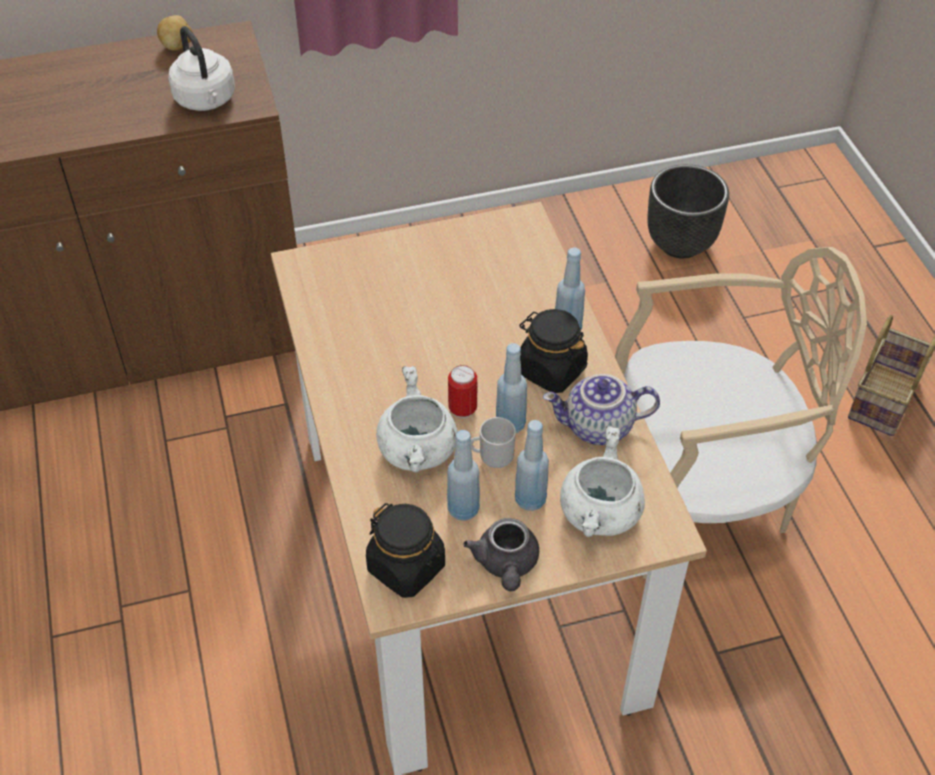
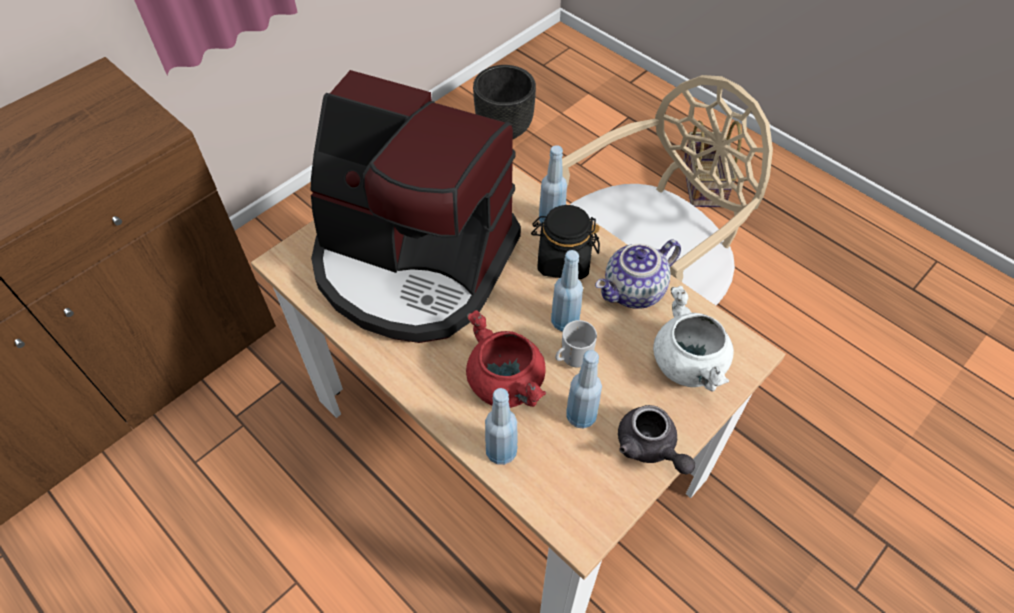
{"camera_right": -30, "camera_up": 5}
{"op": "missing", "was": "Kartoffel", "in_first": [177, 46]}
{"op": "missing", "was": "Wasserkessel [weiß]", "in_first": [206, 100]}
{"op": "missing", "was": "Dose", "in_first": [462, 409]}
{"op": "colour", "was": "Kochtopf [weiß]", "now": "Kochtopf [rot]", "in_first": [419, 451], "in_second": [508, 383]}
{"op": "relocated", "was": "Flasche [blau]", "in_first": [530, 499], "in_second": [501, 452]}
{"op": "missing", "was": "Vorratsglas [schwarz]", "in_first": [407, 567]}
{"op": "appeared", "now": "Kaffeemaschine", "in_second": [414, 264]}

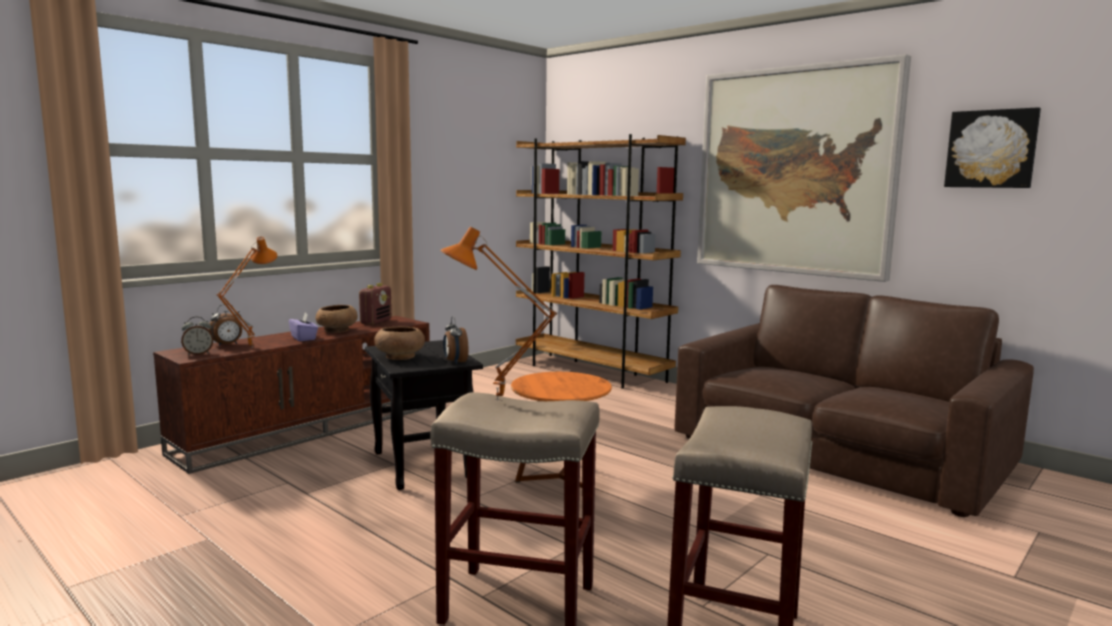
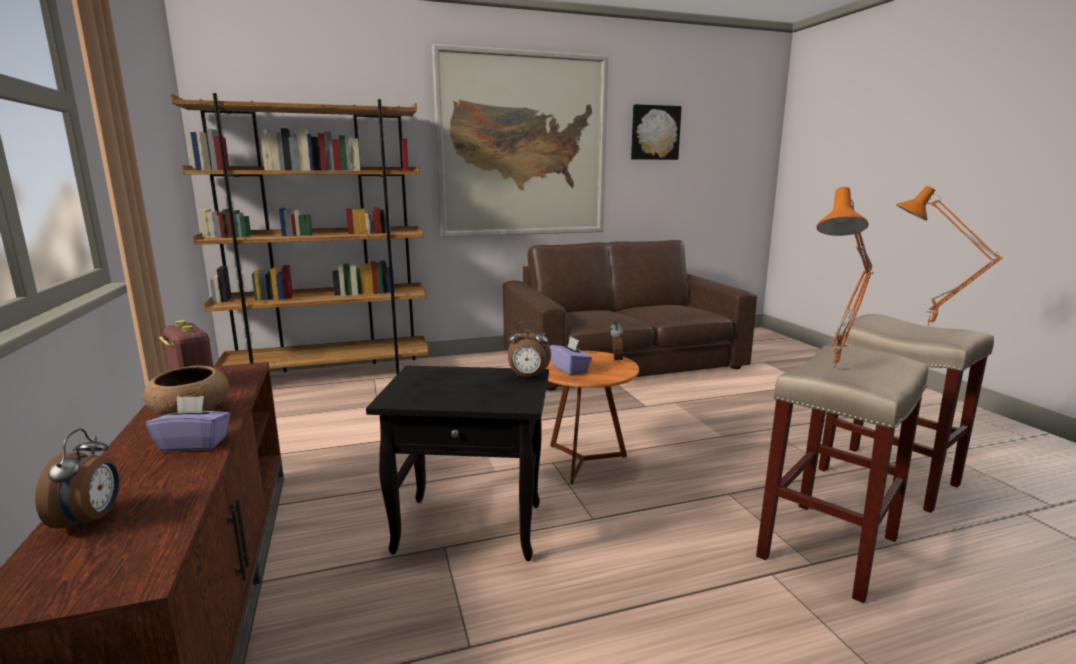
{"camera_right": -60, "camera_up": 5}
{"op": "relocated", "was": "Tischlampe [orange]", "in_first": [250, 348], "in_second": [928, 326]}
{"op": "relocated", "was": "Wecker", "in_first": [198, 354], "in_second": [615, 359]}
{"op": "missing", "was": "Schüssel [braun]", "in_first": [400, 357]}
{"op": "appeared", "now": "Taschentuchbox [lila]", "in_second": [570, 369]}

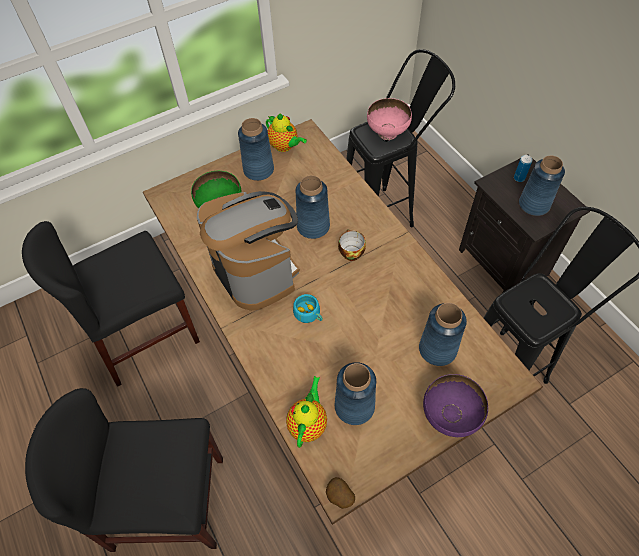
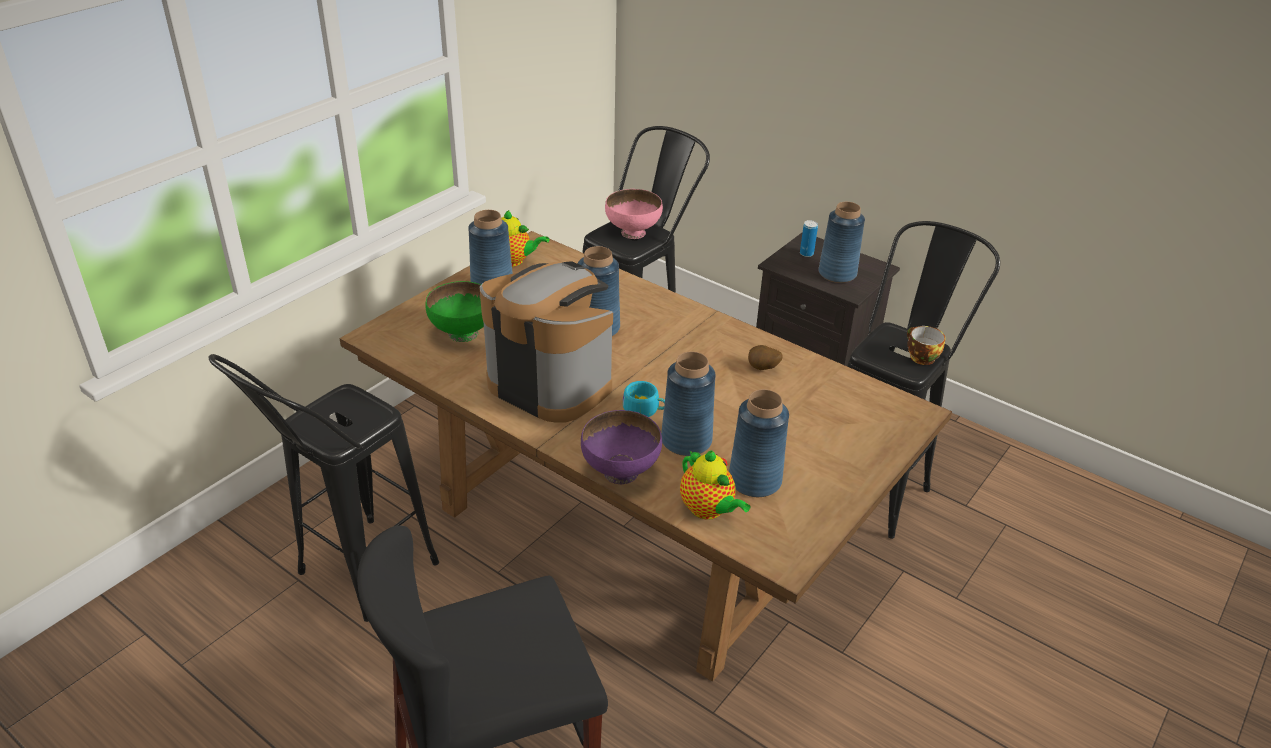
{"camera_right": -25, "camera_up": -20}
{"op": "exchanged", "was": "Stuhl [schwarz]", "now": "Hocker [schwarz]", "in_first": [145, 335], "in_second": [352, 581]}
{"op": "relocated", "was": "Tasse", "in_first": [350, 252], "in_second": [920, 357]}
{"op": "relocated", "was": "Vase [blau]", "in_first": [437, 349], "in_second": [686, 440]}
{"op": "relocated", "was": "Schüssel [lila]", "in_first": [450, 416], "in_second": [621, 471]}
{"op": "spun", "was": "Teekanne", "in_first": [308, 423], "in_second": [708, 510], "clockwise": 150}
{"op": "relocated", "was": "Kartoffel", "in_first": [339, 497], "in_second": [762, 369]}

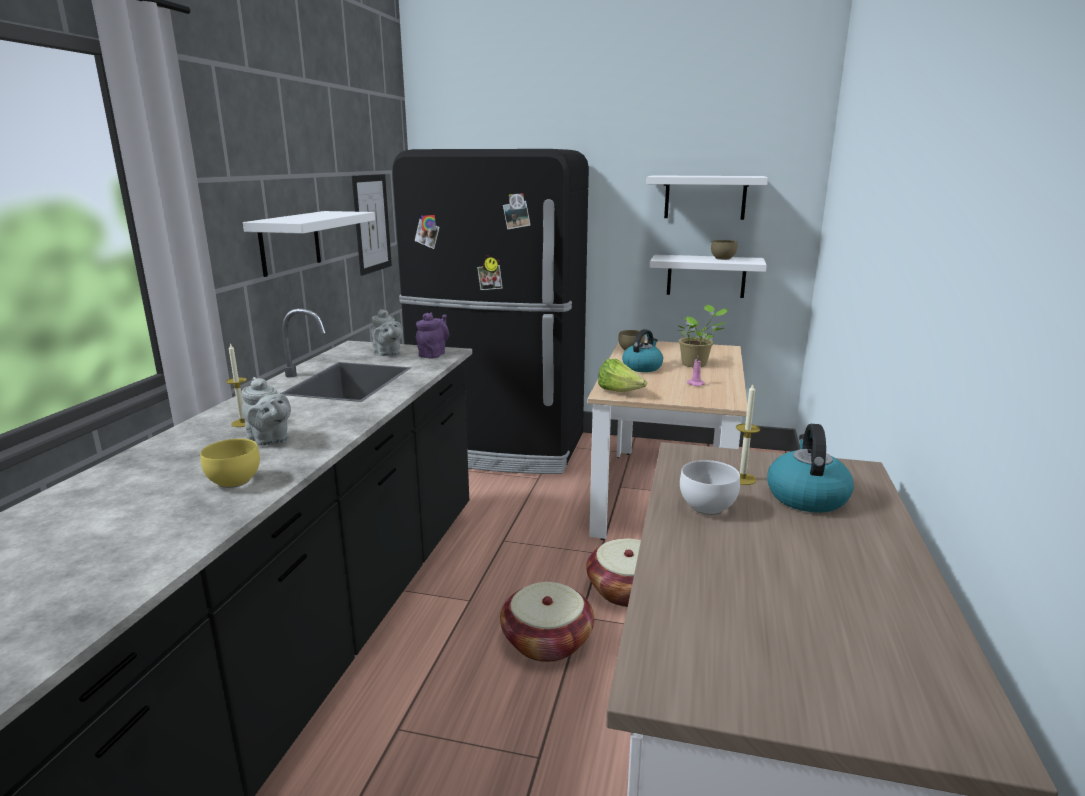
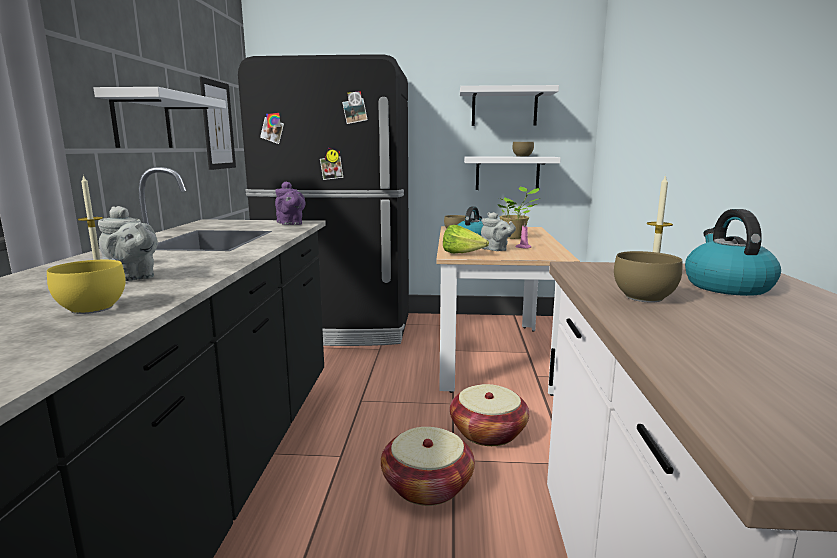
{"camera_right": -10, "camera_up": -5}
{"op": "relocated", "was": "Teekanne [grau]", "in_first": [387, 353], "in_second": [495, 250]}
{"op": "spun", "was": "Teekanne [lila]", "in_first": [433, 354], "in_second": [290, 224], "clockwise": 135}
{"op": "colour", "was": "Schüssel [weiß]", "now": "Schüssel [braun]", "in_first": [709, 507], "in_second": [646, 297]}

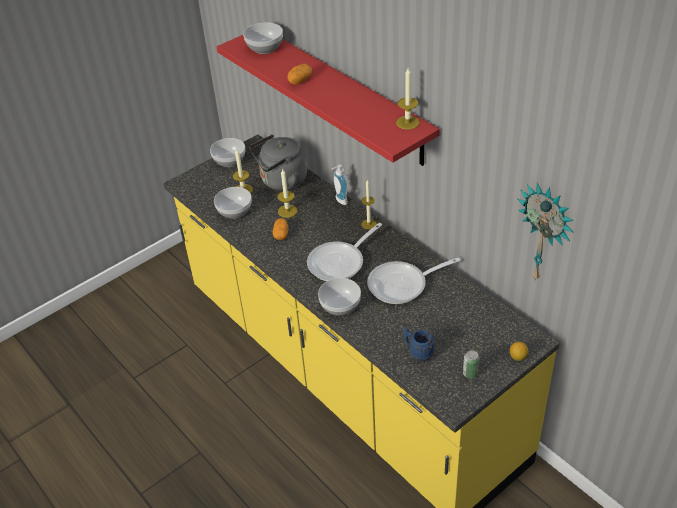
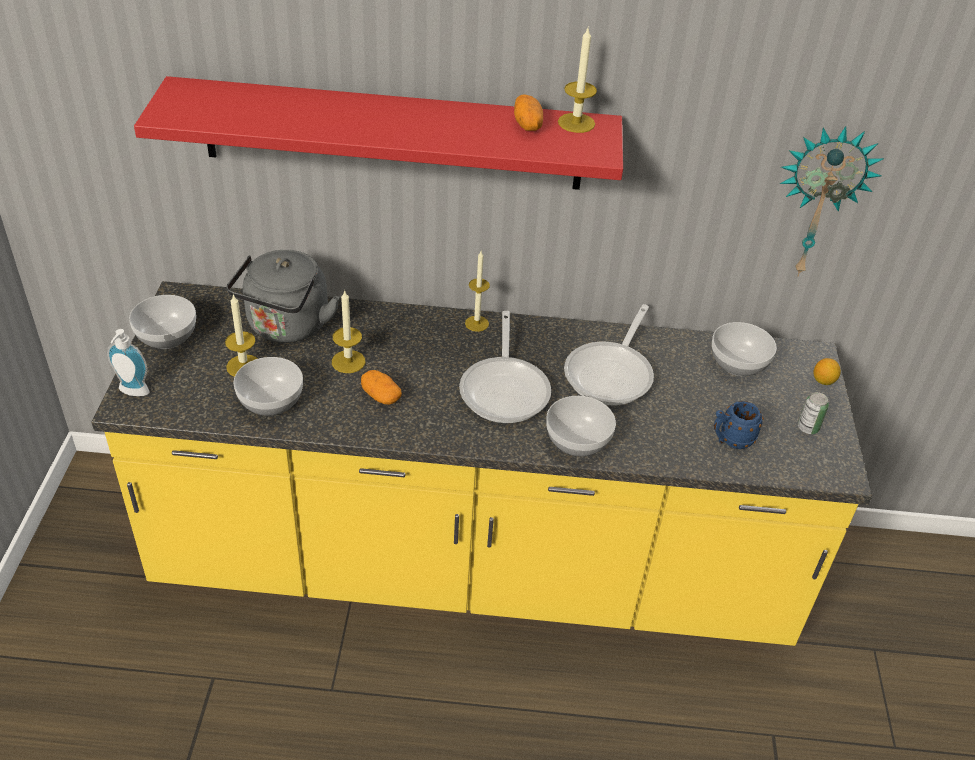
{"camera_right": -50, "camera_up": 0}
{"op": "relocated", "was": "Schüssel", "in_first": [265, 48], "in_second": [739, 364]}
{"op": "relocated", "was": "Kartoffel", "in_first": [300, 80], "in_second": [527, 124]}
{"op": "relocated", "was": "Seifenspender", "in_first": [339, 201], "in_second": [132, 393]}

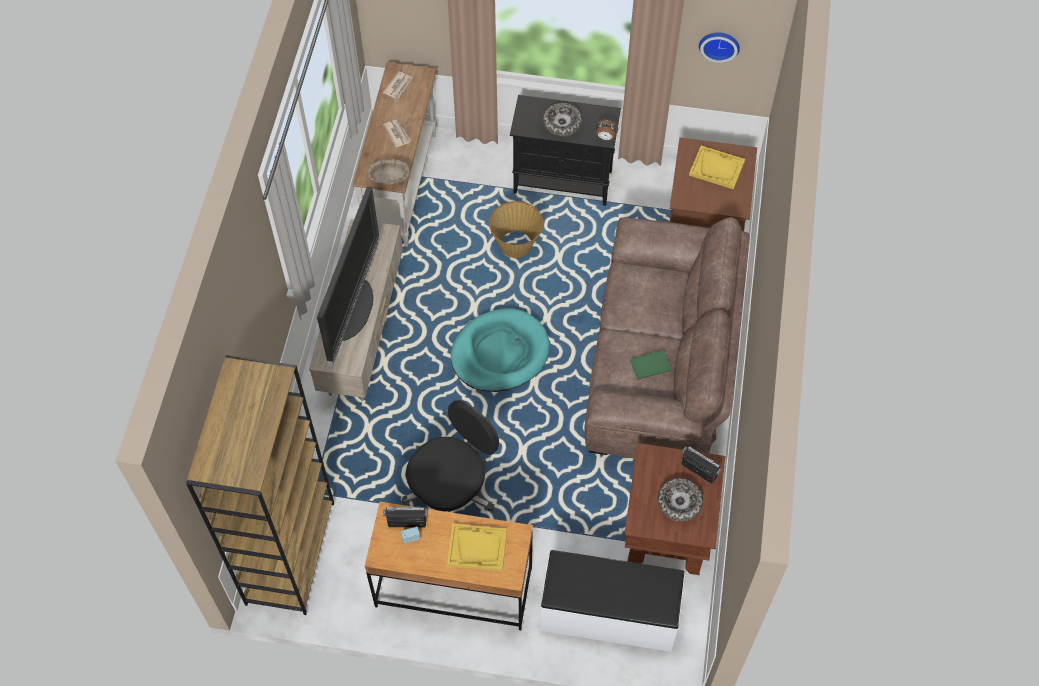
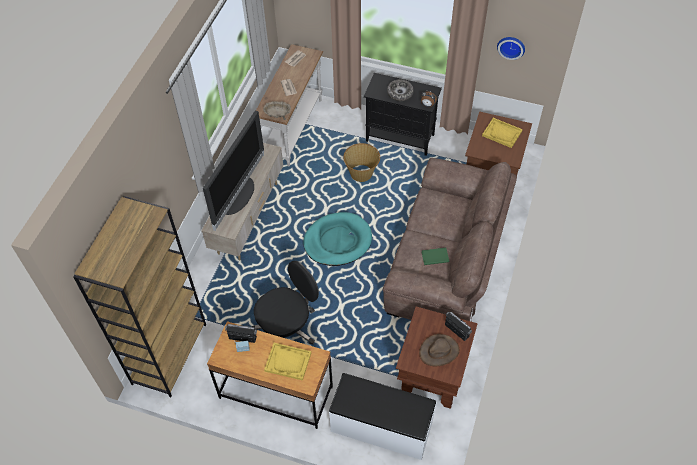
{"camera_right": 10, "camera_up": -5}
{"op": "exchanged", "was": "Schüssel", "now": "Hut [braun]", "in_first": [679, 502], "in_second": [439, 351]}

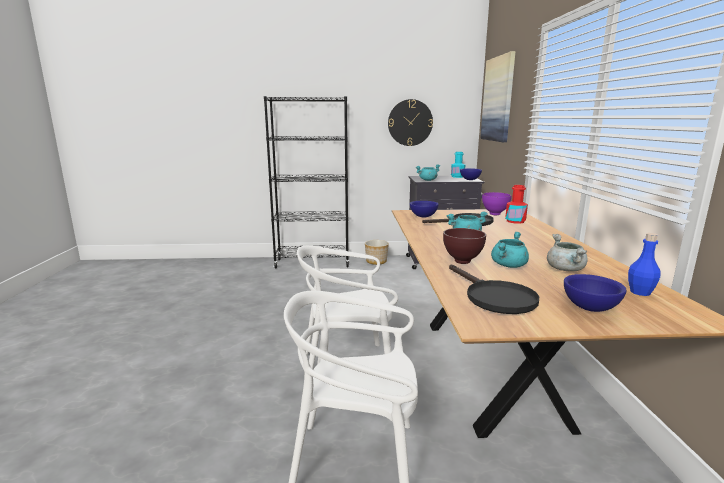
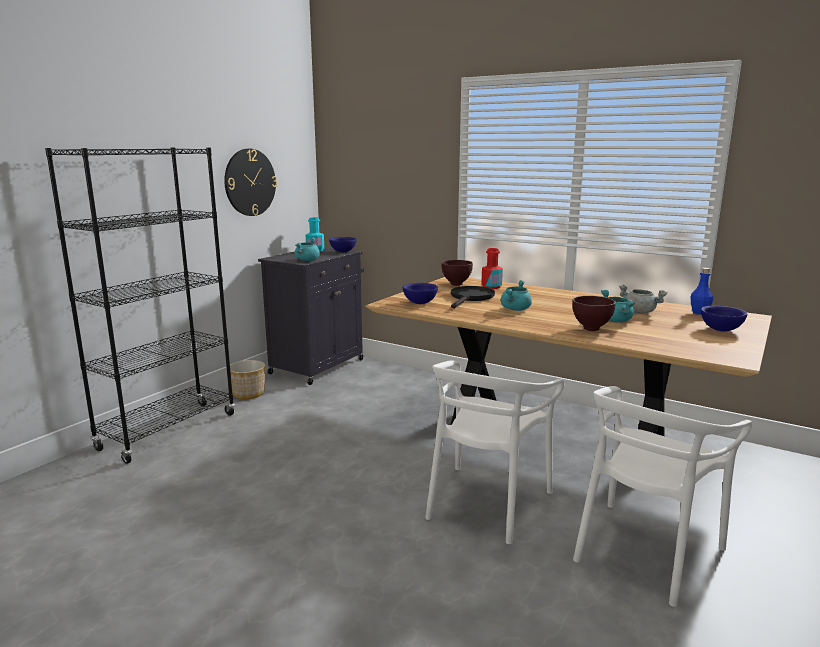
{"camera_right": -55, "camera_up": 0}
{"op": "missing", "was": "Bild", "in_first": [498, 99]}
{"op": "colour", "was": "Schüssel [lila]", "now": "Schüssel [braun]", "in_first": [494, 214], "in_second": [456, 285]}
{"op": "missing", "was": "Pfanne [schwarz]", "in_first": [494, 297]}

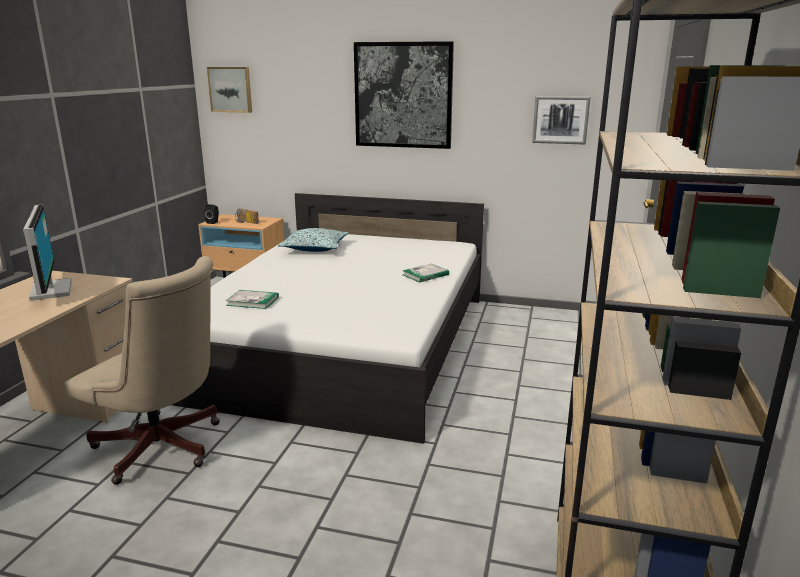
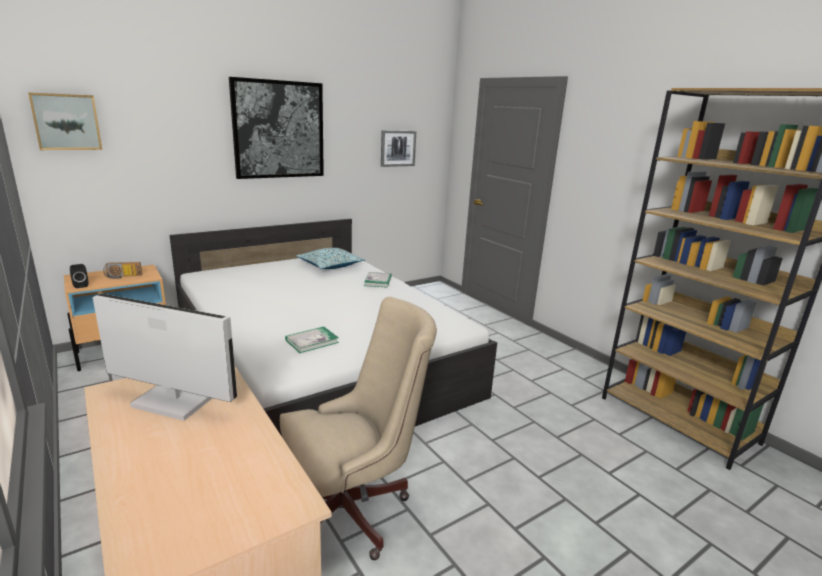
{"camera_right": -50, "camera_up": 0}
{"op": "relocated", "was": "Kissen", "in_first": [315, 248], "in_second": [330, 265]}

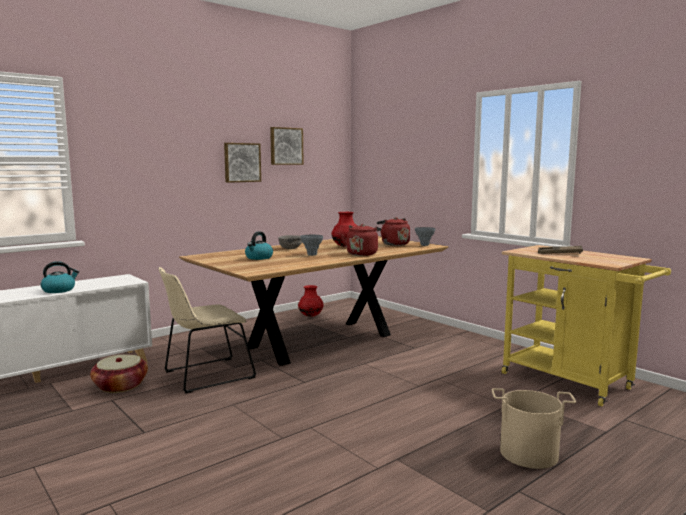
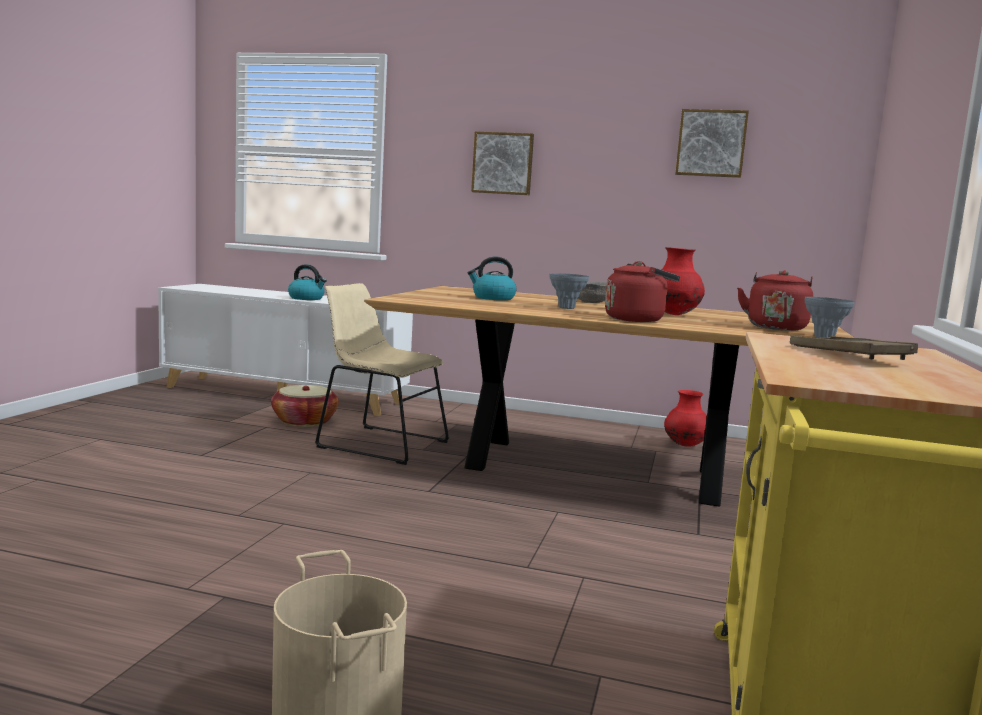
{"camera_right": 55, "camera_up": 0}
{"op": "relocated", "was": "Bild", "in_first": [242, 162], "in_second": [503, 163]}

